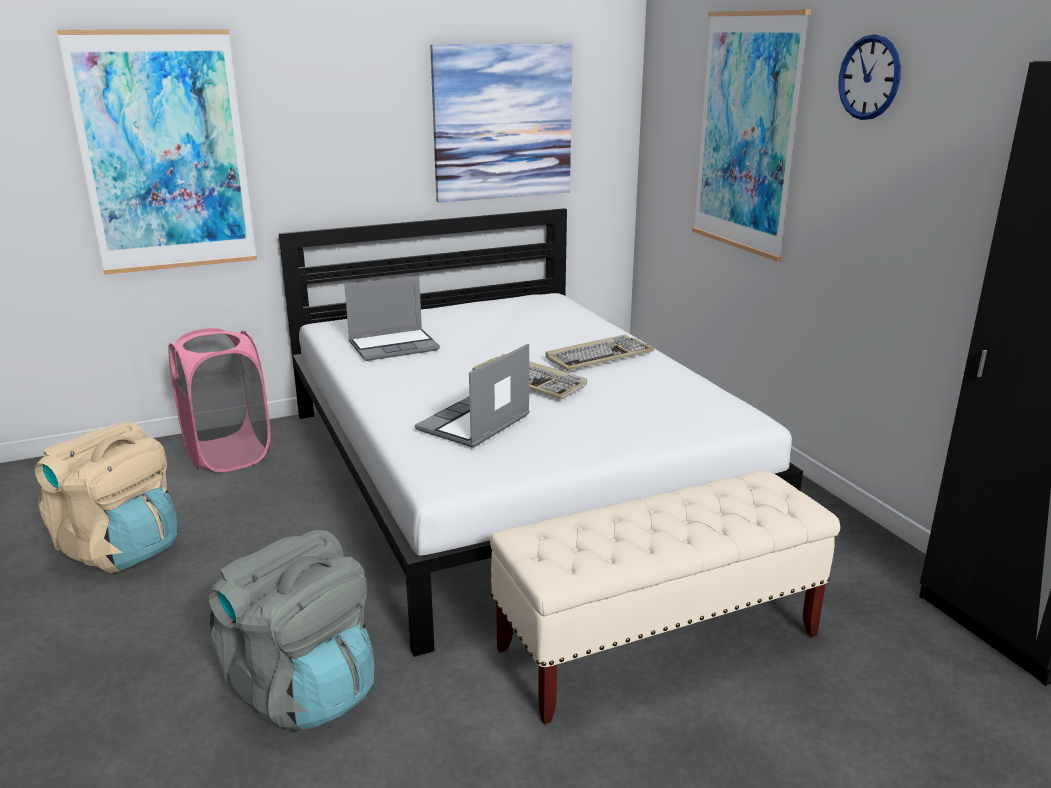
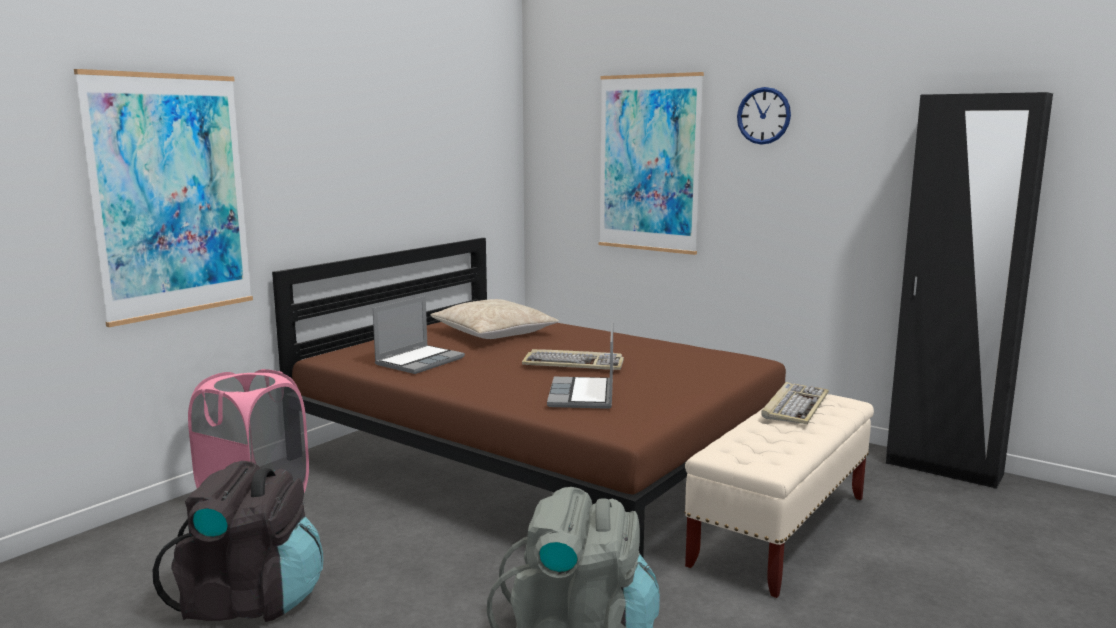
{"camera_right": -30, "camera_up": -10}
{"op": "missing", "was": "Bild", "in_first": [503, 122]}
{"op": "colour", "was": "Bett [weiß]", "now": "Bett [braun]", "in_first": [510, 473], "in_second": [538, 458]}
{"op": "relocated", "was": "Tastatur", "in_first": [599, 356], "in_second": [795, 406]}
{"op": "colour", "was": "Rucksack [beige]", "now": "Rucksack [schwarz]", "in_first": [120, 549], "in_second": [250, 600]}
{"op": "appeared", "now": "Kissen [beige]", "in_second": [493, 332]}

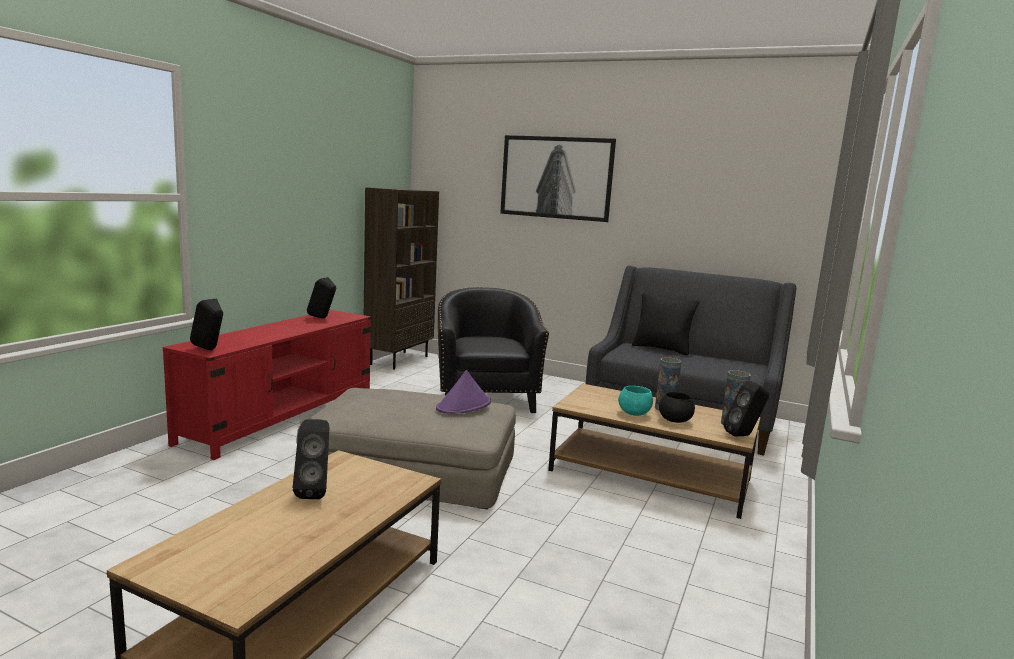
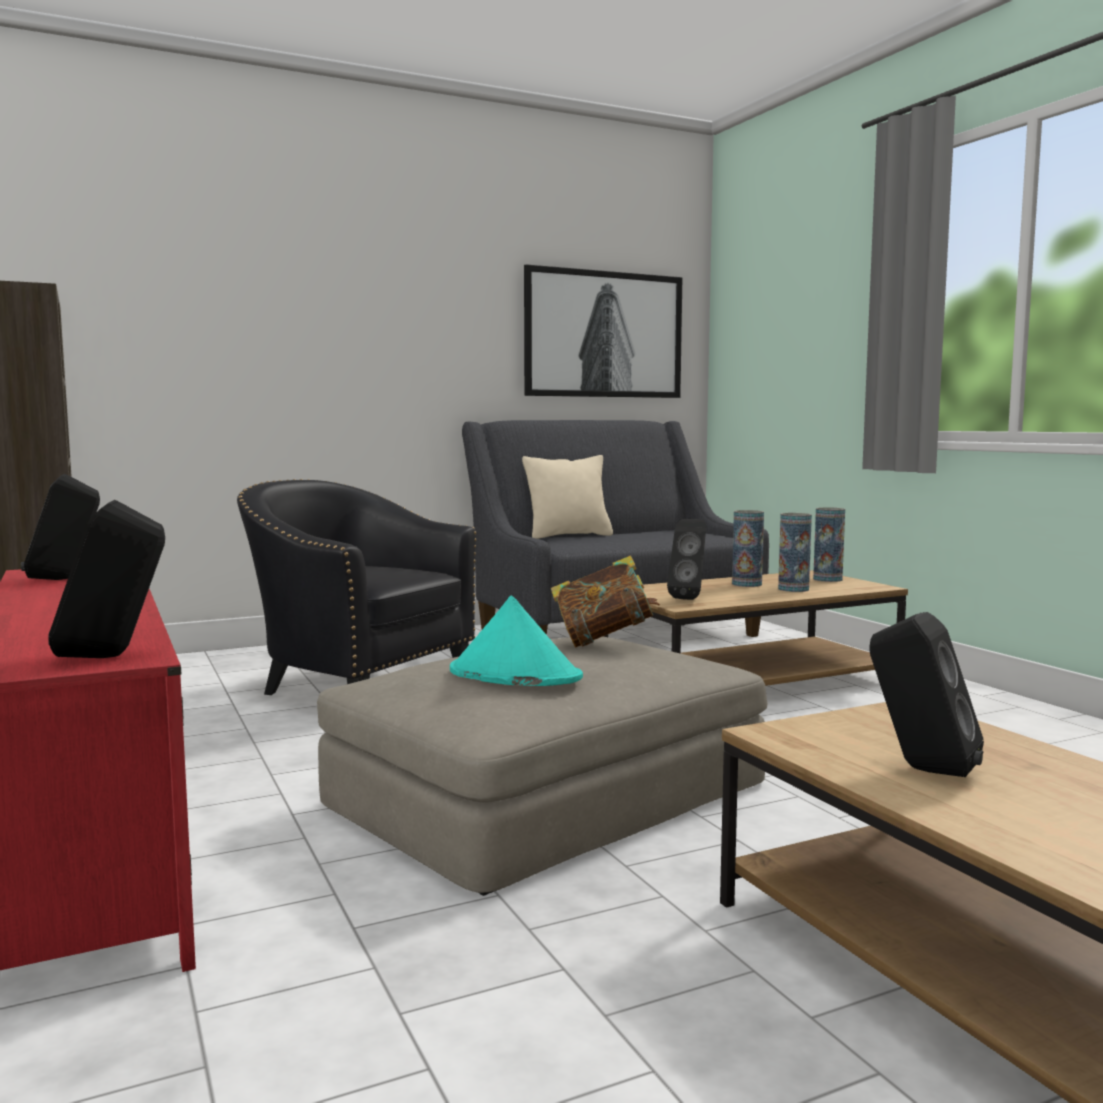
{"camera_right": -50, "camera_up": -5}
{"op": "relocated", "was": "Bild", "in_first": [556, 178], "in_second": [603, 335]}
{"op": "colour", "was": "Kissen [schwarz]", "now": "Kissen [beige]", "in_first": [661, 349], "in_second": [568, 536]}
{"op": "exchanged", "was": "Hut [lila]", "now": "Buch", "in_first": [464, 406], "in_second": [603, 641]}
{"op": "relocated", "was": "Lautsprecher [schwarz]", "in_first": [744, 435], "in_second": [690, 599]}
{"op": "missing", "was": "Schüssel [türkis]", "in_first": [634, 413]}
{"op": "exchanged", "was": "Schüssel [schwarz]", "now": "Vase", "in_first": [675, 420], "in_second": [793, 589]}
{"op": "appeared", "now": "Hut [türkis]", "in_second": [514, 674]}

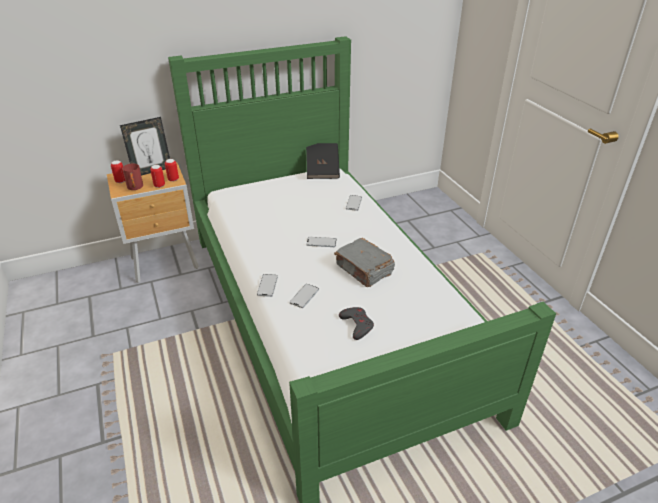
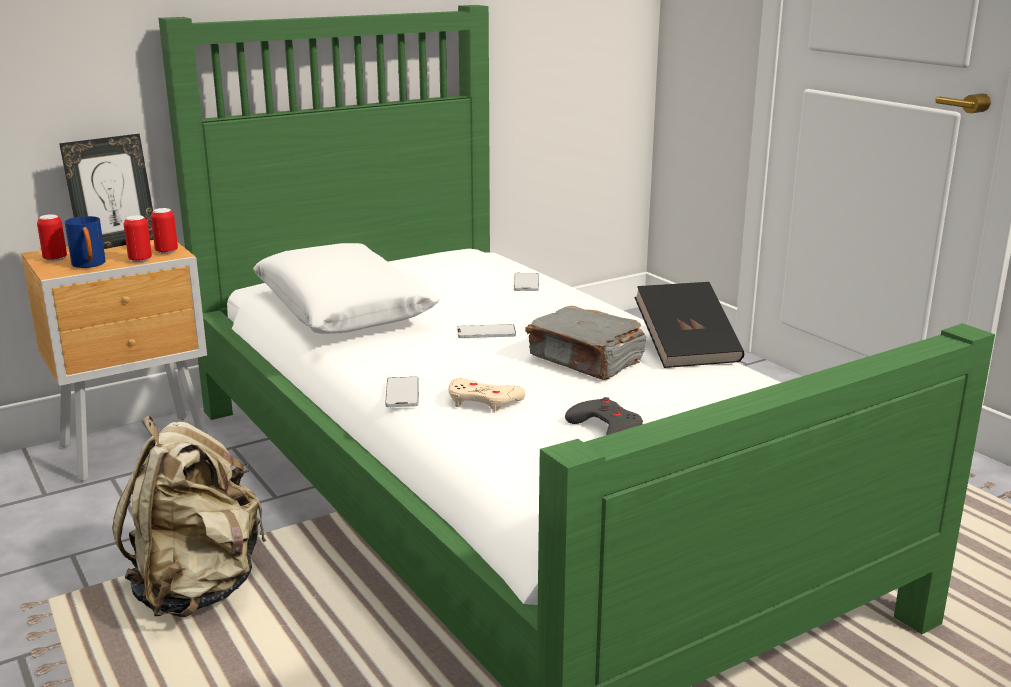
{"camera_right": -10, "camera_up": -15}
{"op": "relocated", "was": "Buch [schwarz]", "in_first": [322, 170], "in_second": [686, 349]}
{"op": "colour", "was": "Henkelbecher [rot]", "now": "Henkelbecher [blau]", "in_first": [135, 188], "in_second": [89, 265]}
{"op": "exchanged", "was": "Handy", "now": "Gamepad [beige]", "in_first": [304, 296], "in_second": [483, 401]}
{"op": "appeared", "now": "Kissen [weiß]", "in_second": [343, 309]}
{"op": "appeared", "now": "Rucksack [beige]", "in_second": [198, 588]}

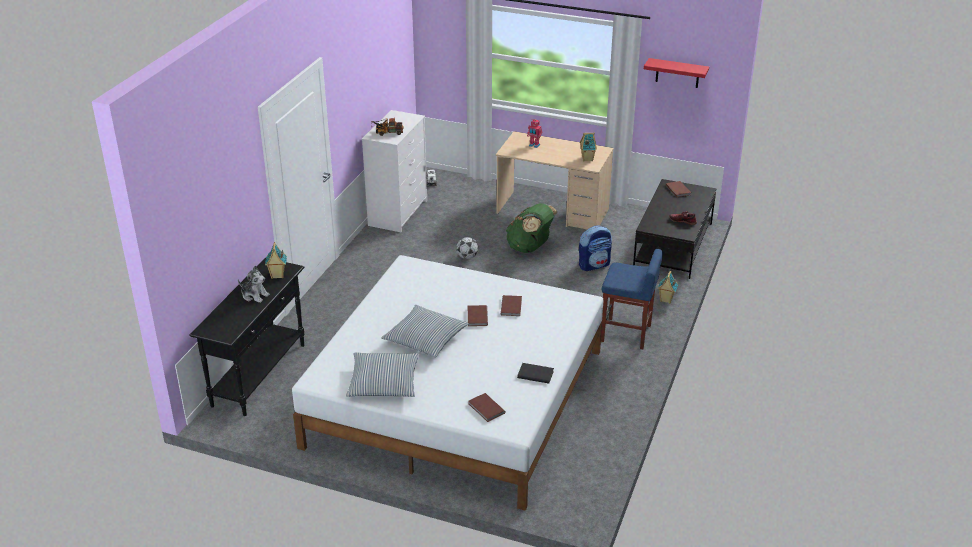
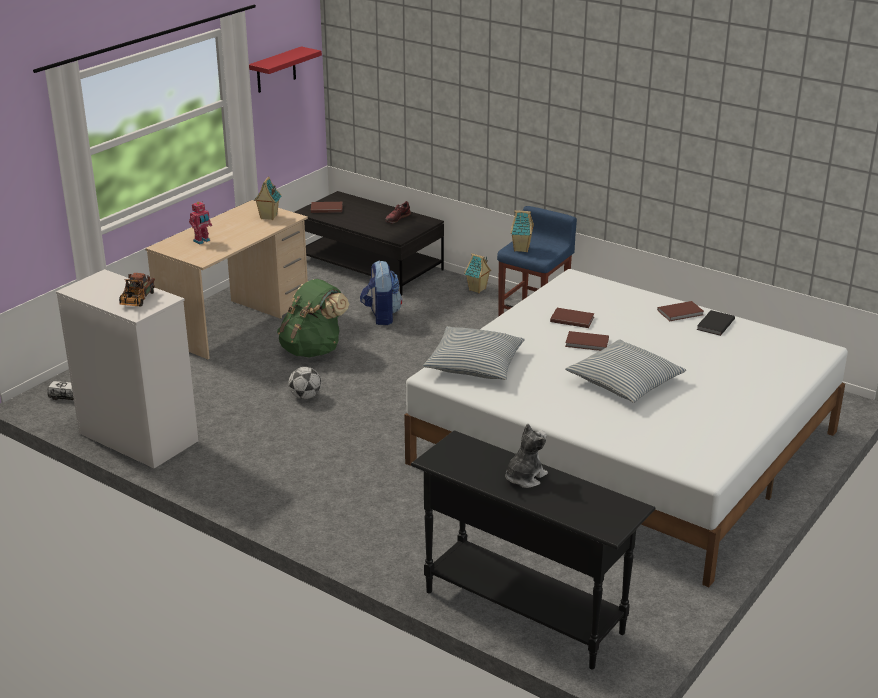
{"camera_right": -75, "camera_up": -5}
{"op": "relocated", "was": "Spielzeughaus", "in_first": [277, 275], "in_second": [522, 249]}
{"op": "relocated", "was": "Kissen", "in_first": [384, 382], "in_second": [474, 364]}
{"op": "relocated", "was": "Buch [braun]", "in_first": [486, 409], "in_second": [681, 313]}

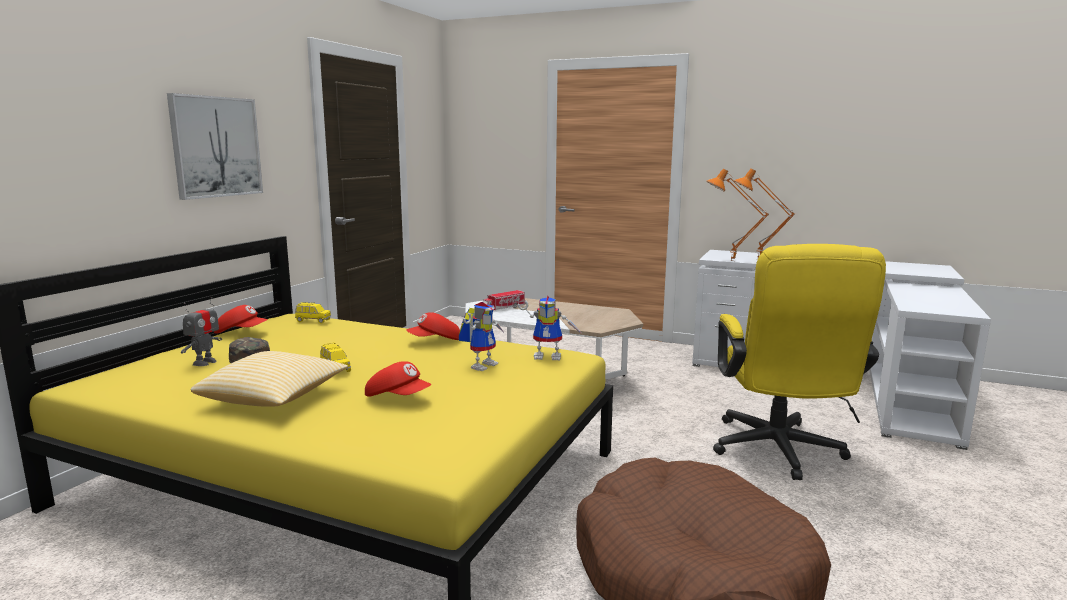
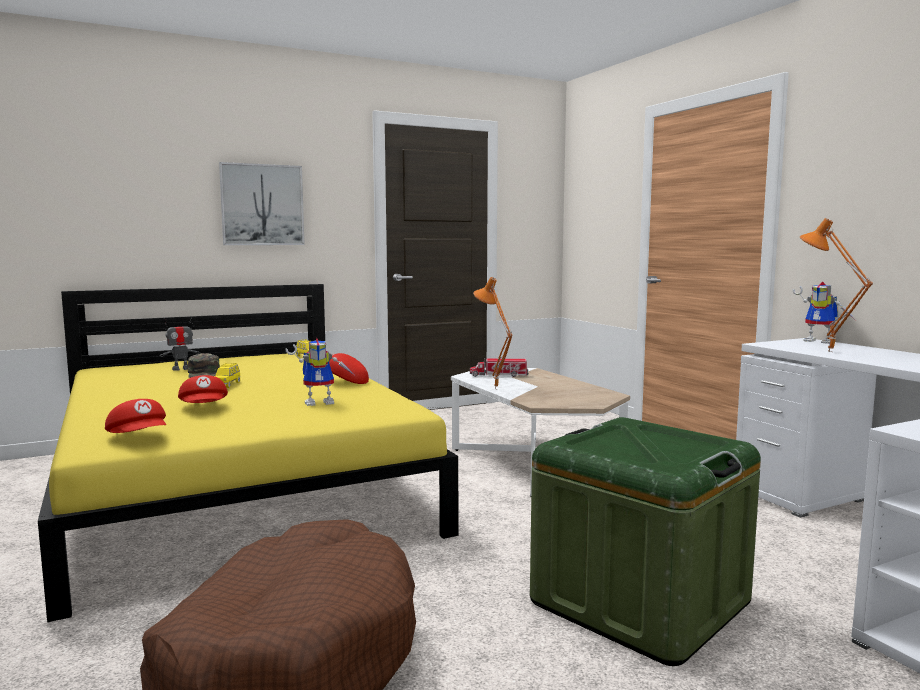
{"camera_right": 40, "camera_up": -5}
{"op": "relocated", "was": "Tischlampe [orange]", "in_first": [731, 261], "in_second": [494, 389]}
{"op": "exchanged", "was": "Bürostuhl [gelb]", "now": "Aufbewahrungsbox [grün]", "in_first": [779, 453], "in_second": [639, 602]}
{"op": "relocated", "was": "Spielzeugroboter", "in_first": [550, 356], "in_second": [822, 341]}
{"op": "relocated", "was": "Kappe [rot]", "in_first": [241, 332], "in_second": [140, 437]}
{"op": "missing", "was": "Kissen", "in_first": [274, 398]}

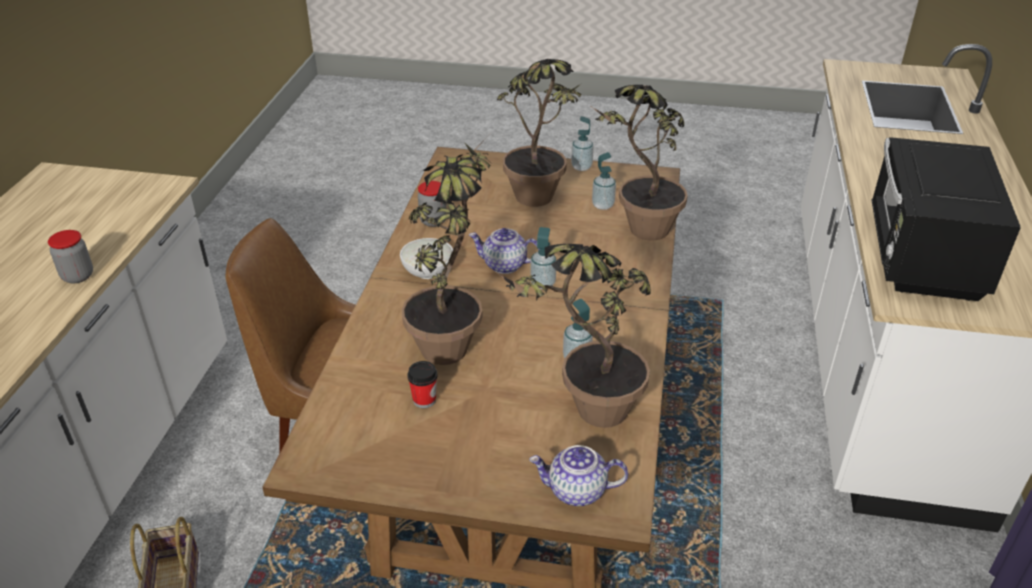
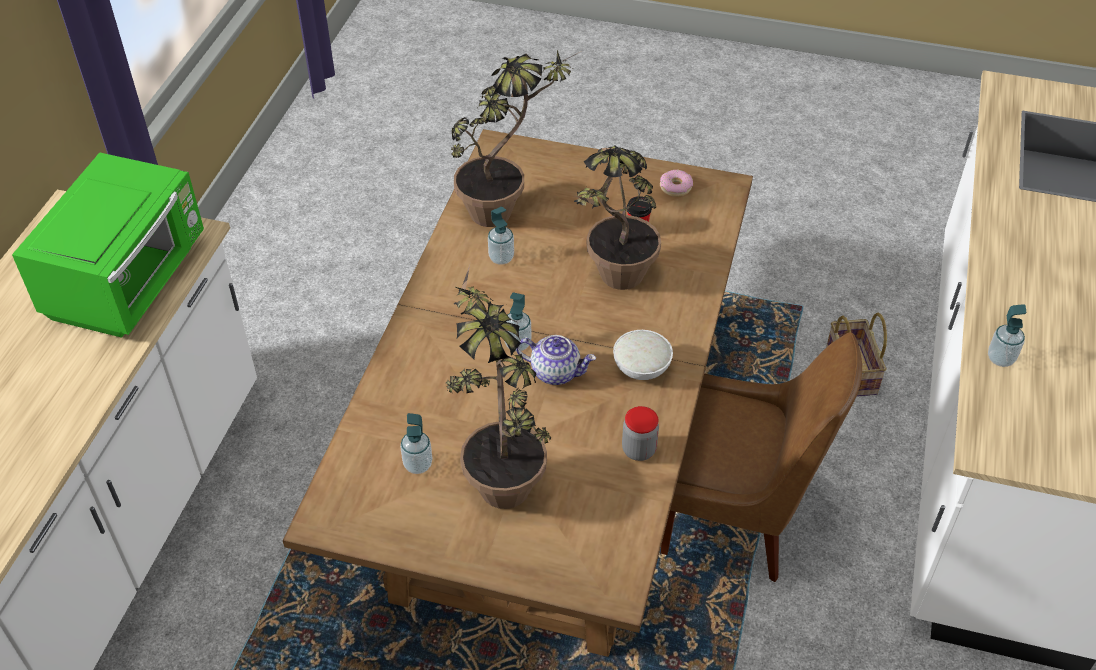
{"camera_right": -175, "camera_up": 10}
{"op": "missing", "was": "Topfpflanze", "in_first": [638, 235]}
{"op": "relocated", "was": "Seifenspender", "in_first": [581, 167], "in_second": [1000, 358]}
{"op": "colour", "was": "Mikrowelle [schwarz]", "now": "Mikrowelle [grün]", "in_first": [922, 258], "in_second": [130, 280]}
{"op": "missing", "was": "Vorratsglas", "in_first": [78, 276]}
{"op": "missing", "was": "Teekanne", "in_first": [576, 491]}
{"op": "appeared", "now": "Donut", "in_second": [675, 187]}

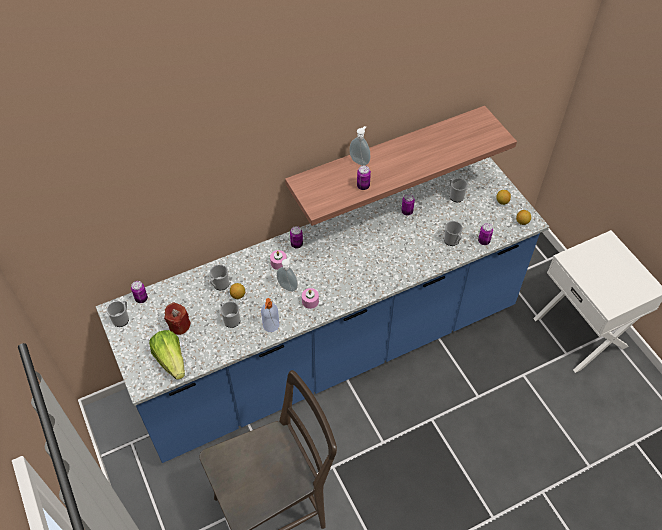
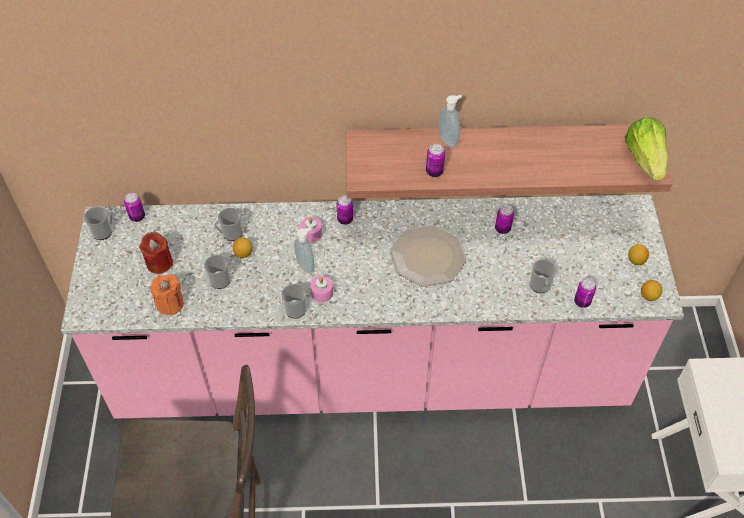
{"camera_right": 25, "camera_up": 0}
{"op": "colour", "was": "Küchenzeile [blau]", "now": "Küchenzeile [rosa]", "in_first": [331, 353], "in_second": [372, 373]}
{"op": "relocated", "was": "Henkelbecher", "in_first": [455, 195], "in_second": [295, 307]}
{"op": "missing", "was": "Seifenspender", "in_first": [271, 326]}
{"op": "relocated", "was": "Salatkopf", "in_first": [171, 360], "in_second": [645, 159]}
{"op": "appeared", "now": "Teller", "in_second": [428, 256]}
{"op": "appeared", "now": "Kerze [orange]", "in_second": [170, 304]}

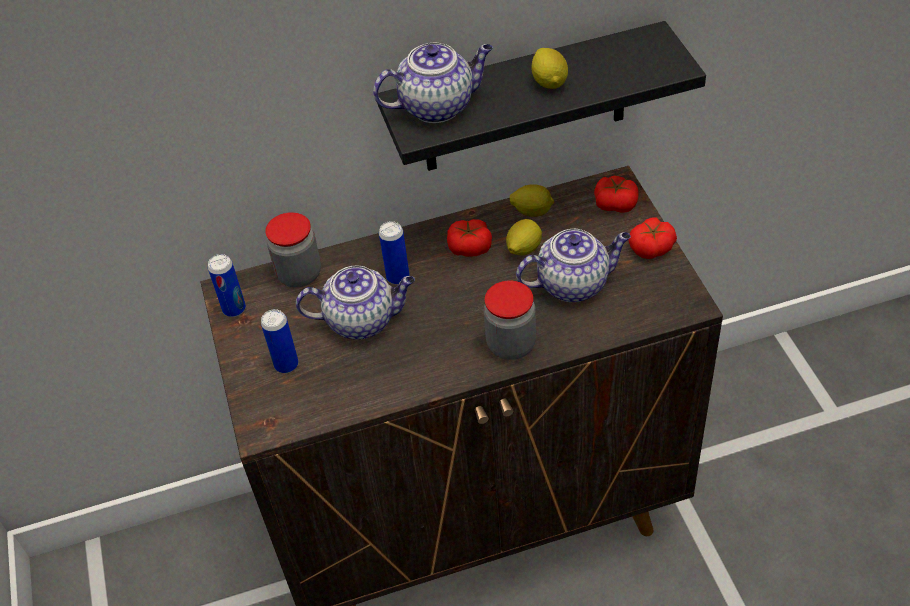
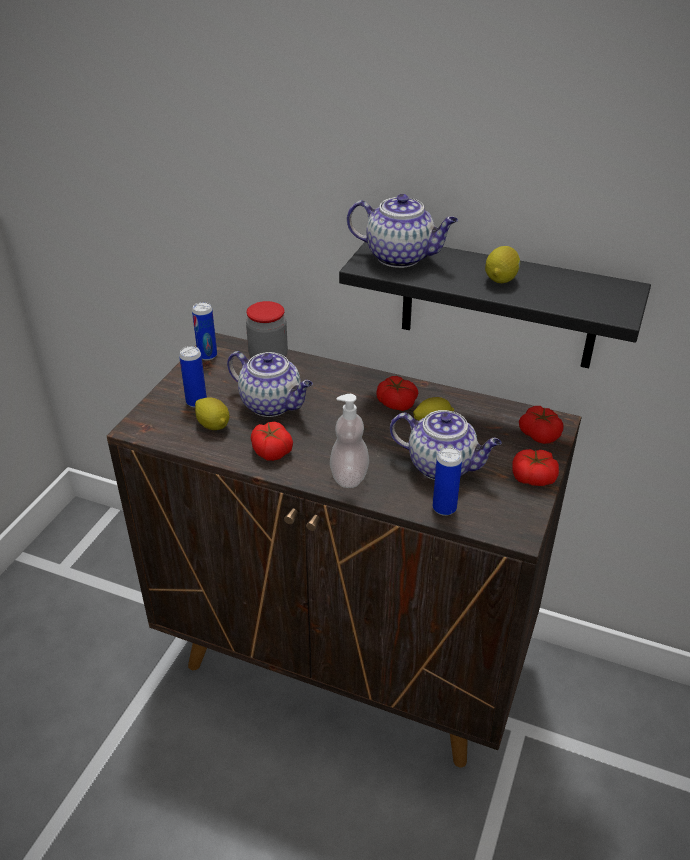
{"camera_right": 35, "camera_up": -10}
{"op": "relocated", "was": "Zitrone", "in_first": [532, 212], "in_second": [213, 425]}
{"op": "relocated", "was": "Dose", "in_first": [398, 277], "in_second": [444, 508]}
{"op": "exchanged", "was": "Vorratsglas", "now": "Seifenspender", "in_first": [511, 345], "in_second": [349, 476]}
{"op": "appeared", "now": "Tomate", "in_second": [271, 450]}

